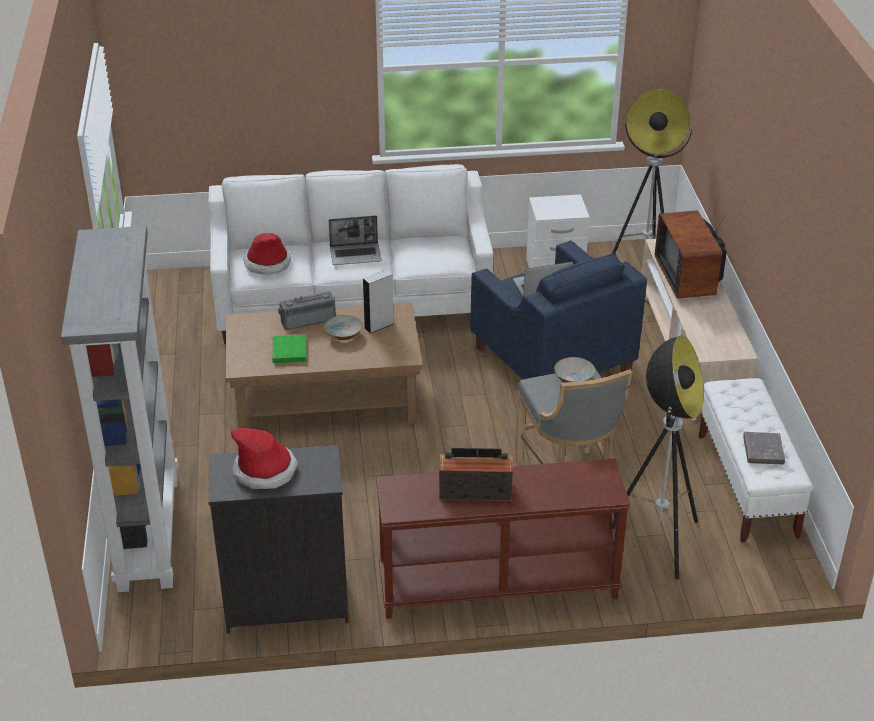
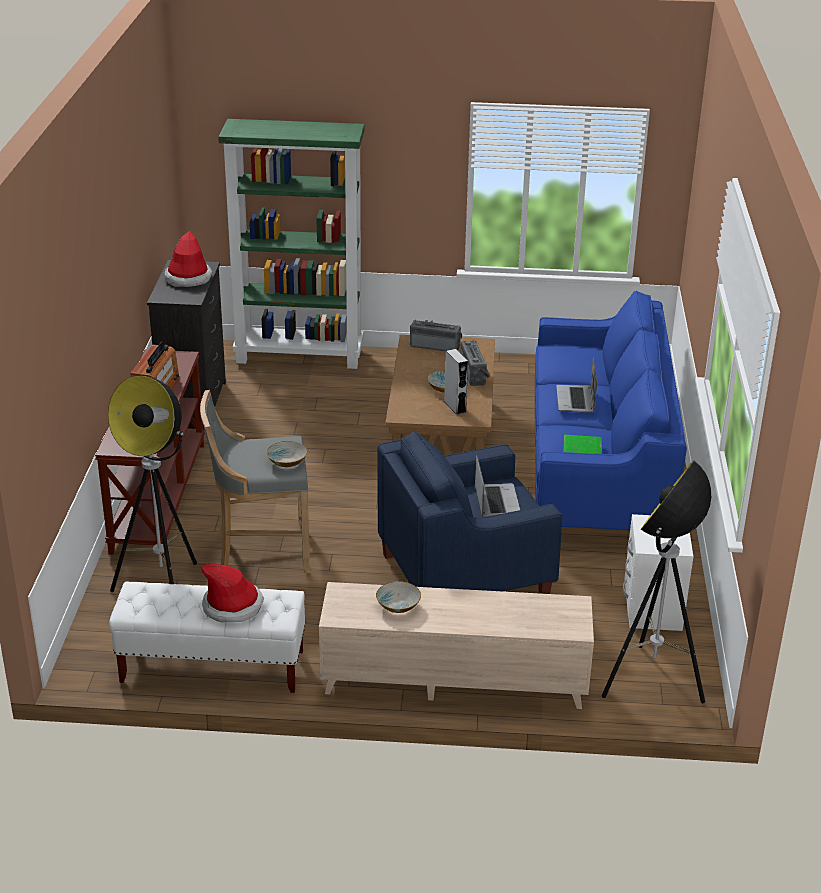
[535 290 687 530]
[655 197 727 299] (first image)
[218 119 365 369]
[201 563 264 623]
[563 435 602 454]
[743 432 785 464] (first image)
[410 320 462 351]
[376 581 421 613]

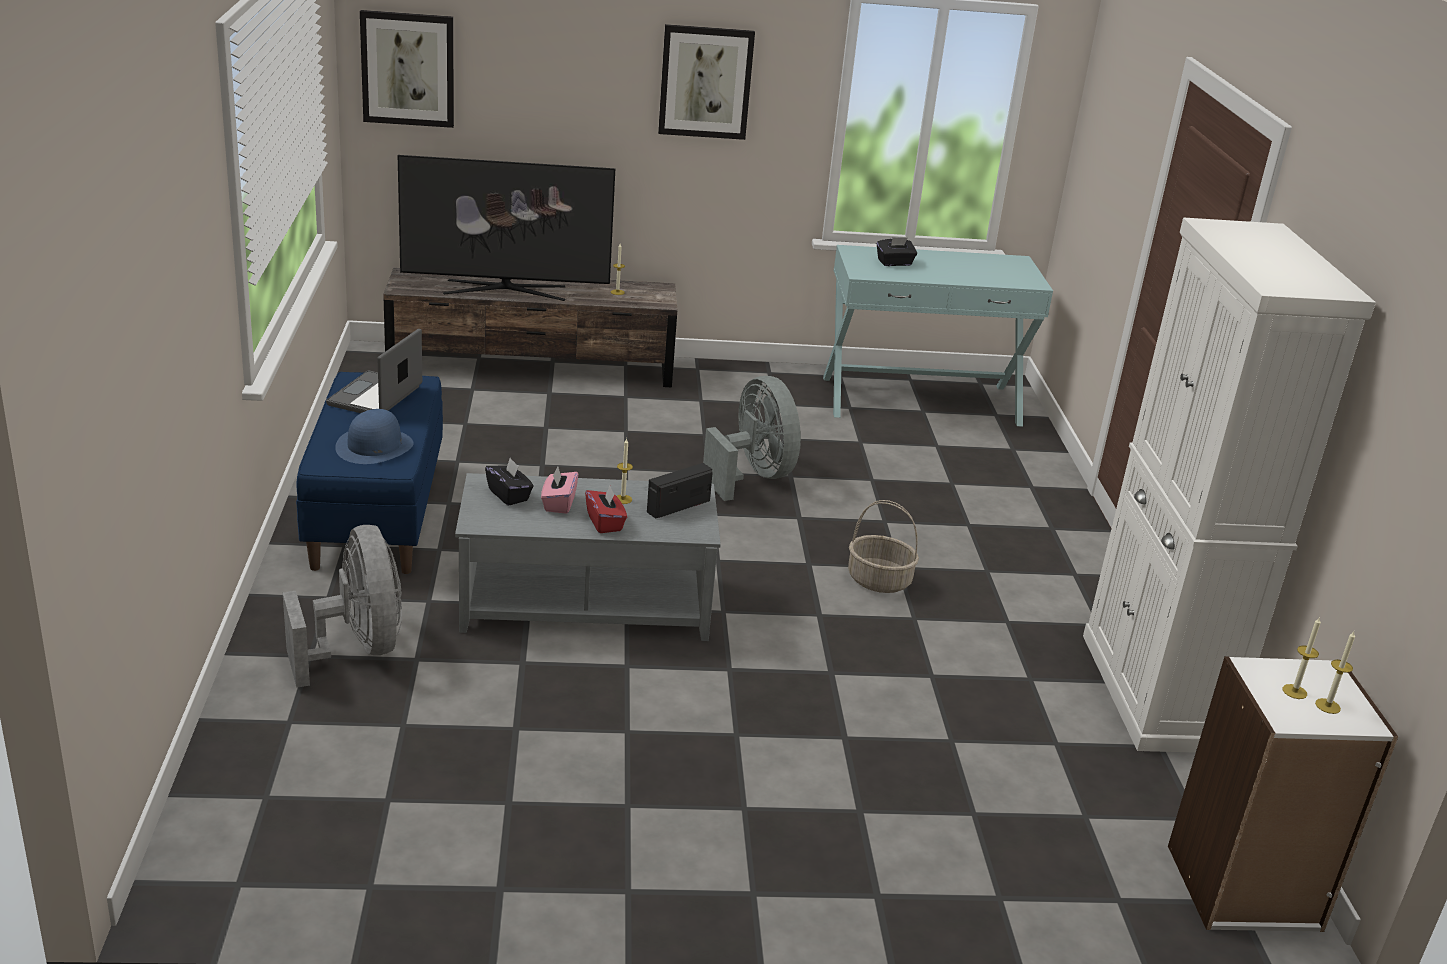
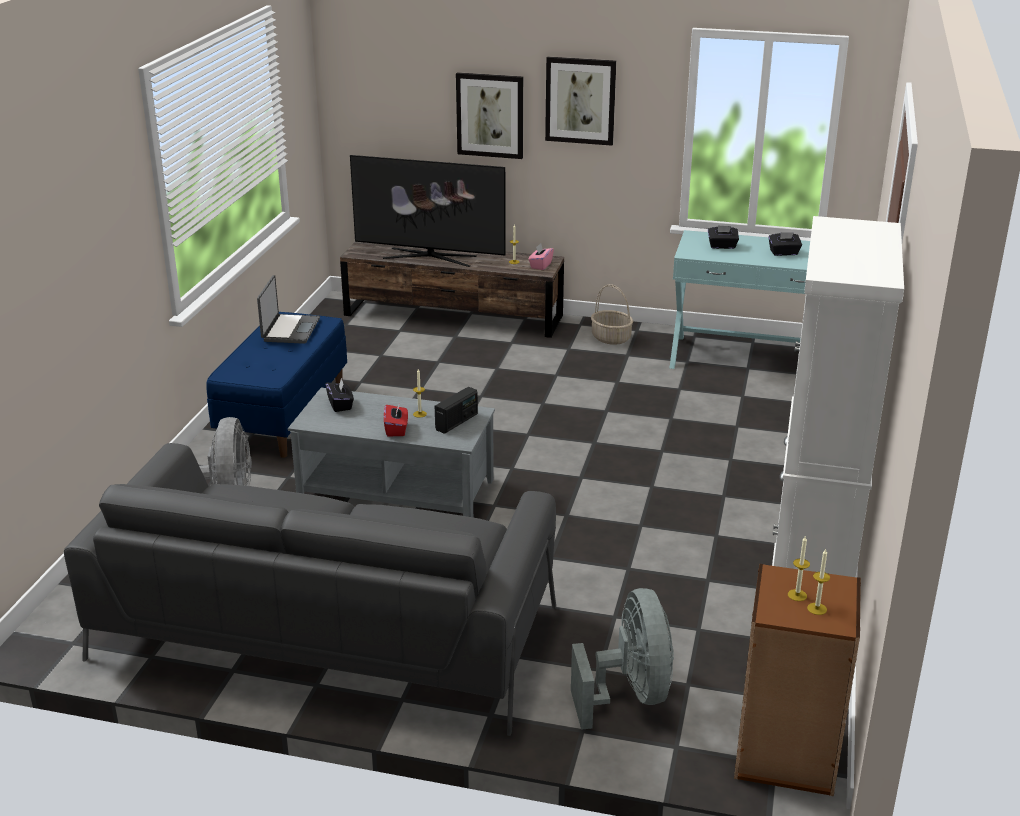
[456 72 523 159]
[257 275 320 344]
[571 588 674 730]
[335 409 414 464] (first image)
[435 387 478 434]
[528 244 554 270]
[591 284 633 345]
[734 564 861 796]
[768 232 802 256]
[64 443 556 736]

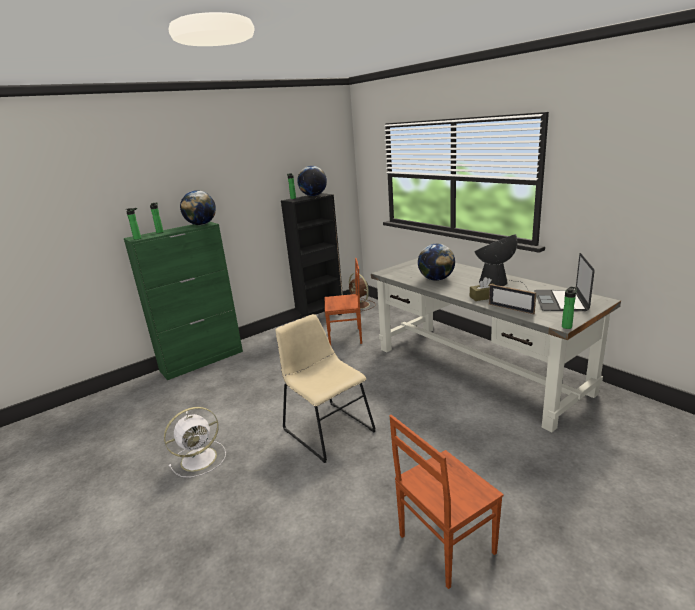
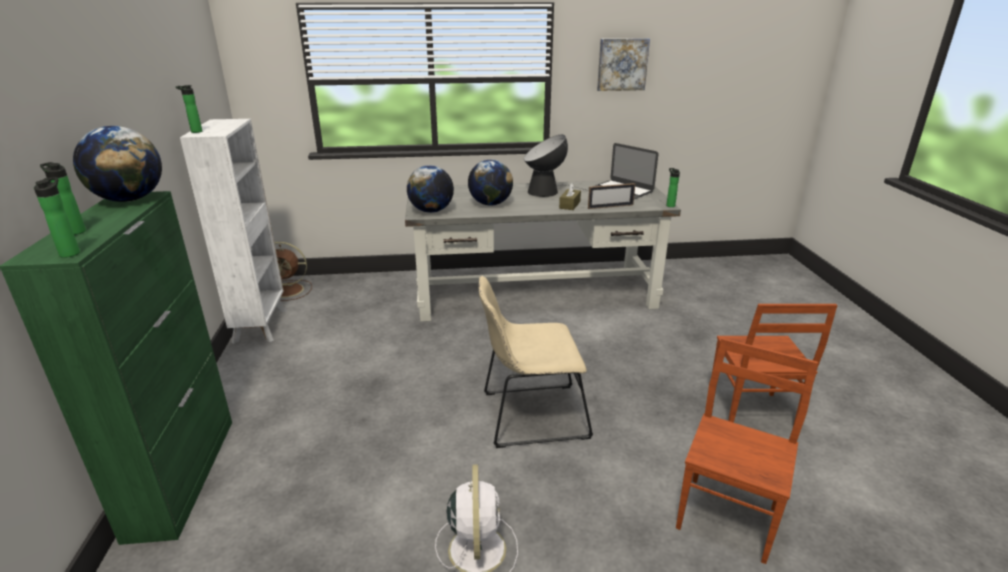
[407 165 454 213]
[180 119 287 344]
[676 338 818 564]
[597 38 650 91]

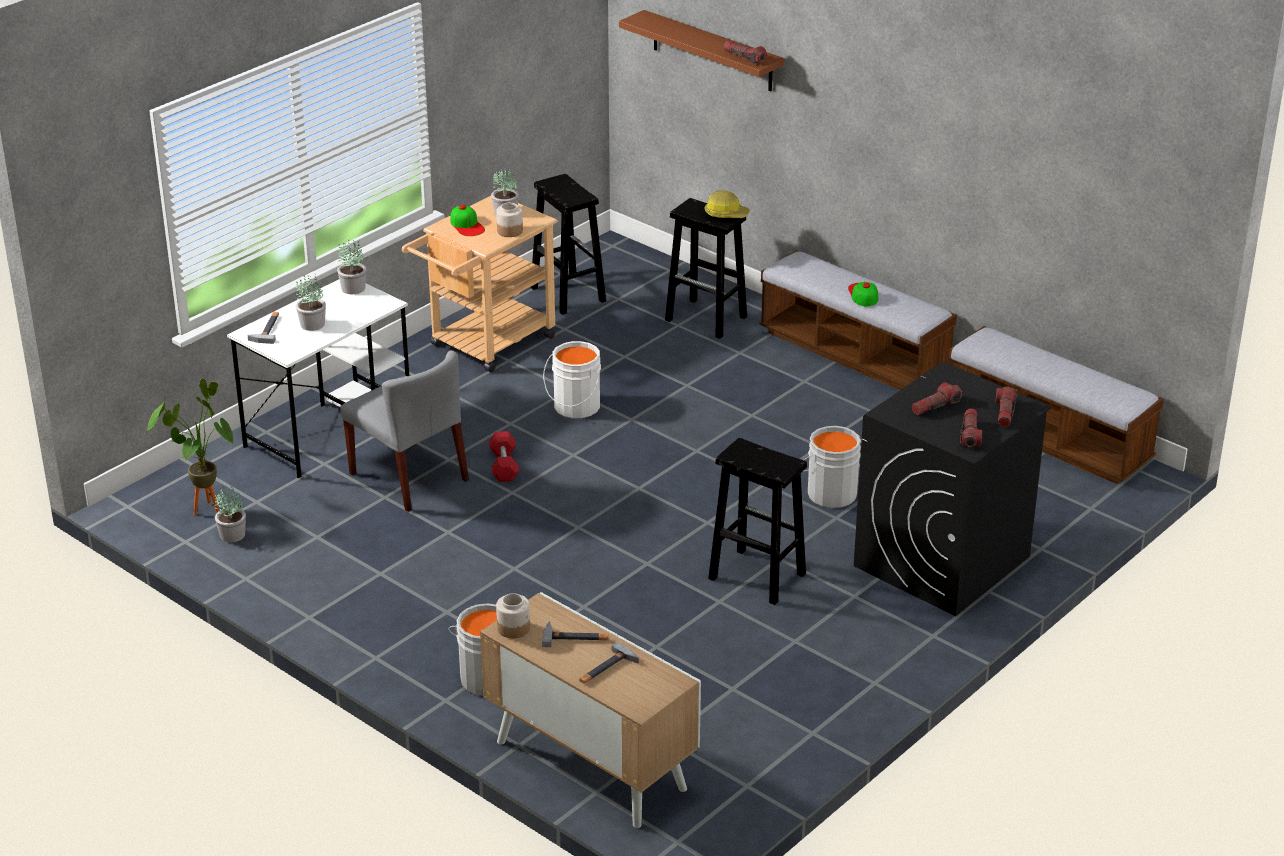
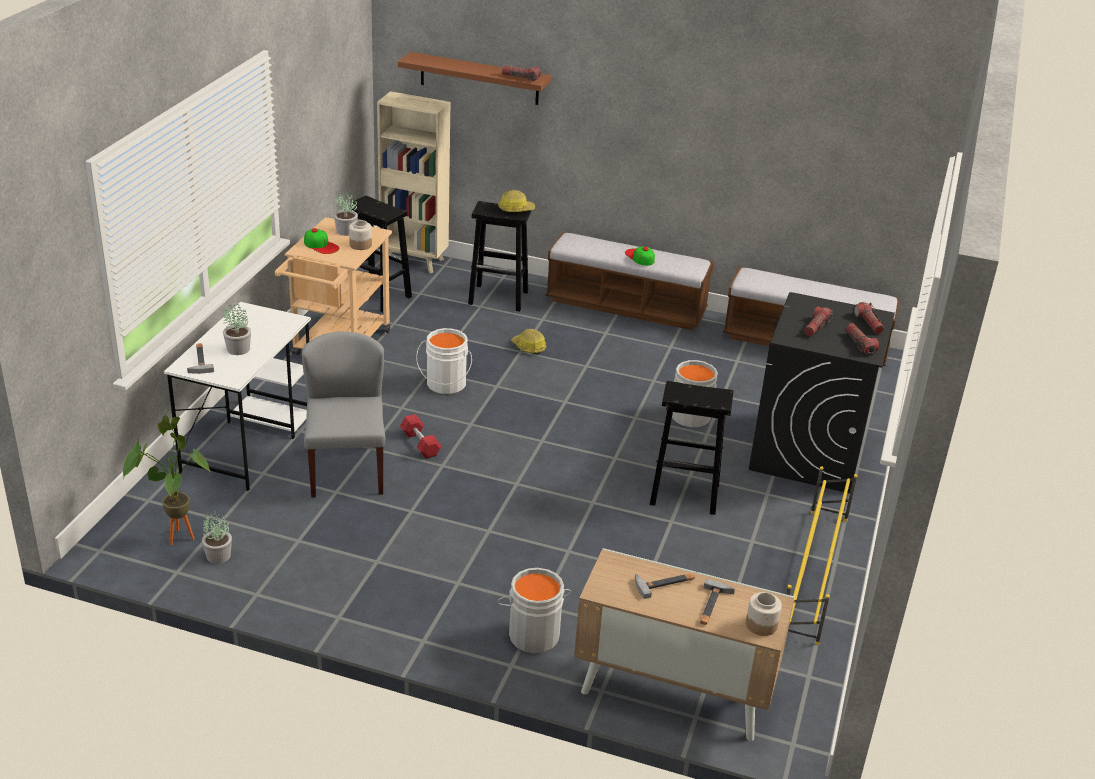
[337 239 367 294] (first image)
[302 332 385 498]
[746 592 782 636]
[377 91 450 273]
[511 329 546 354]
[786 466 858 645]

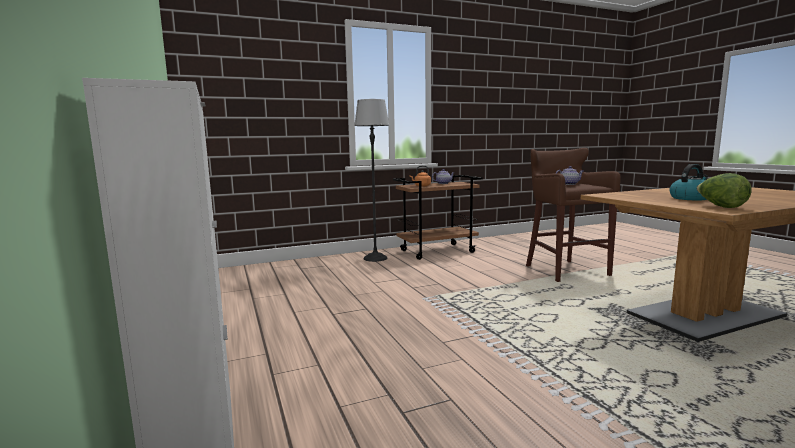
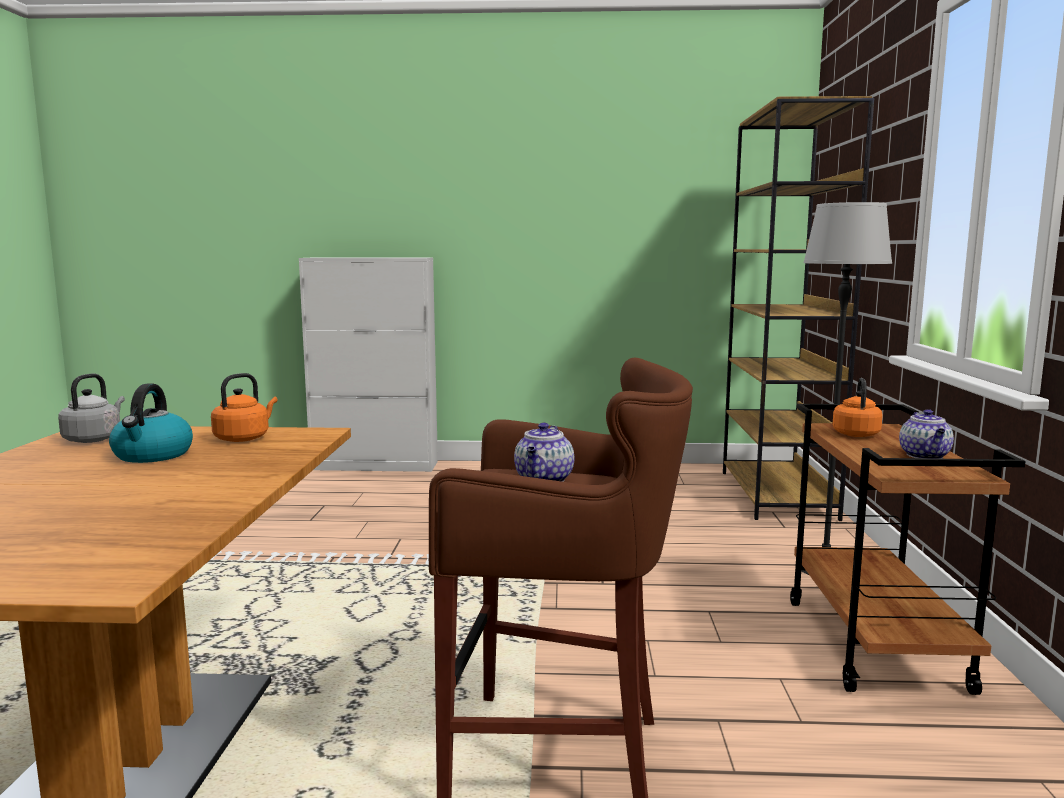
[58 373 125 443]
[723 96 874 521]
[211 373 278 442]

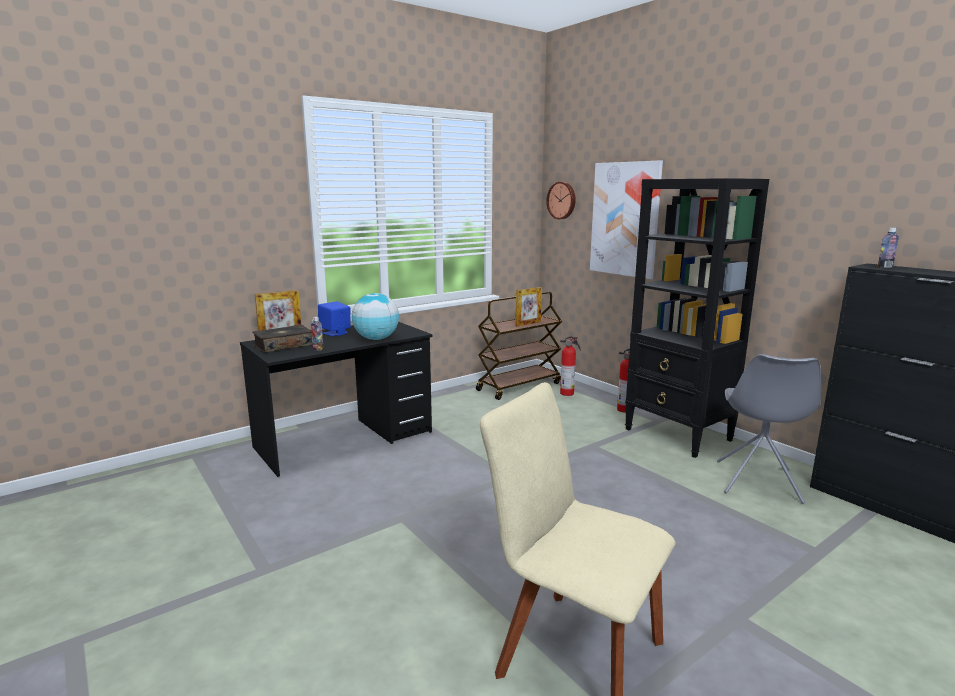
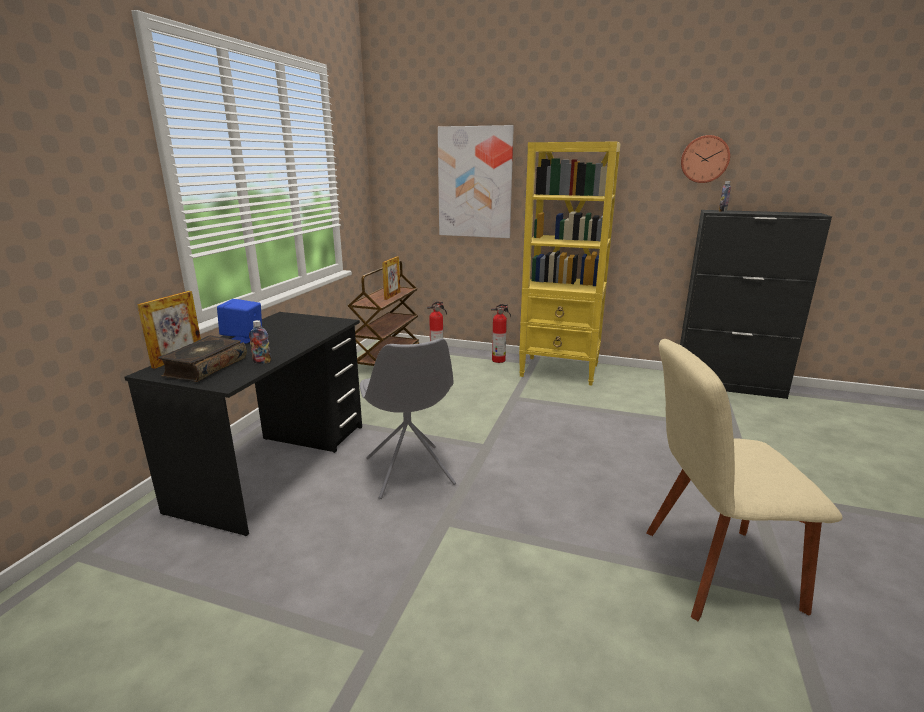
[519 142 621 386]
[681 135 730 183]
[352 293 399 340] (first image)
[360 338 456 499]

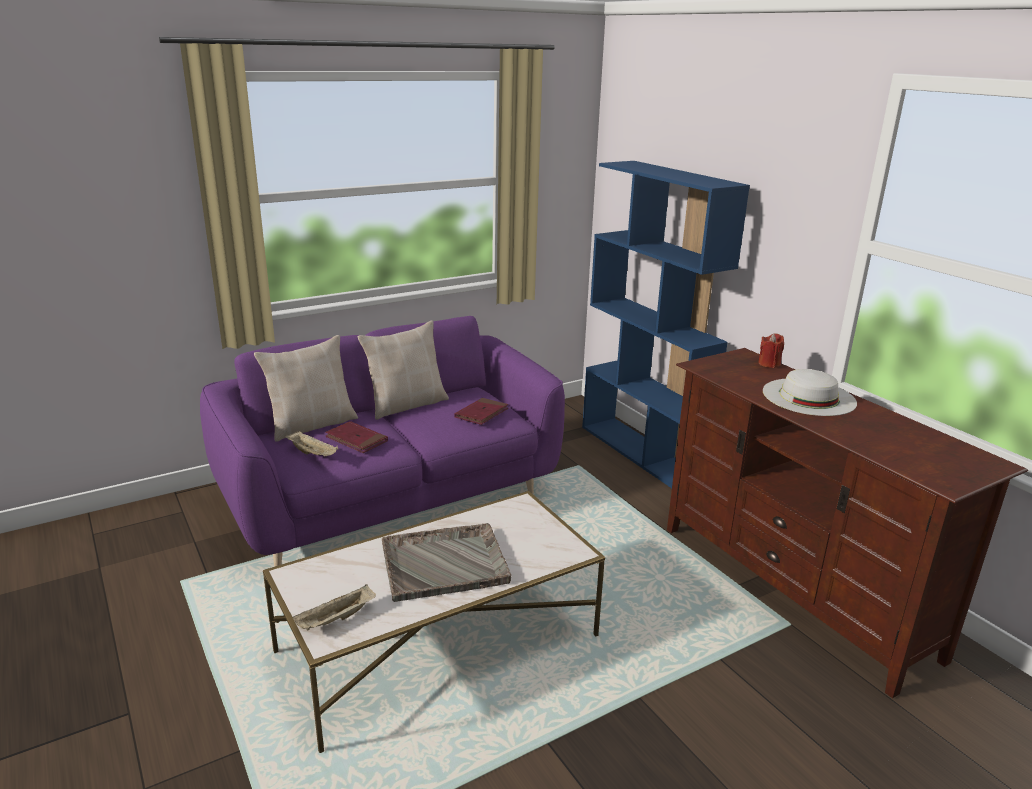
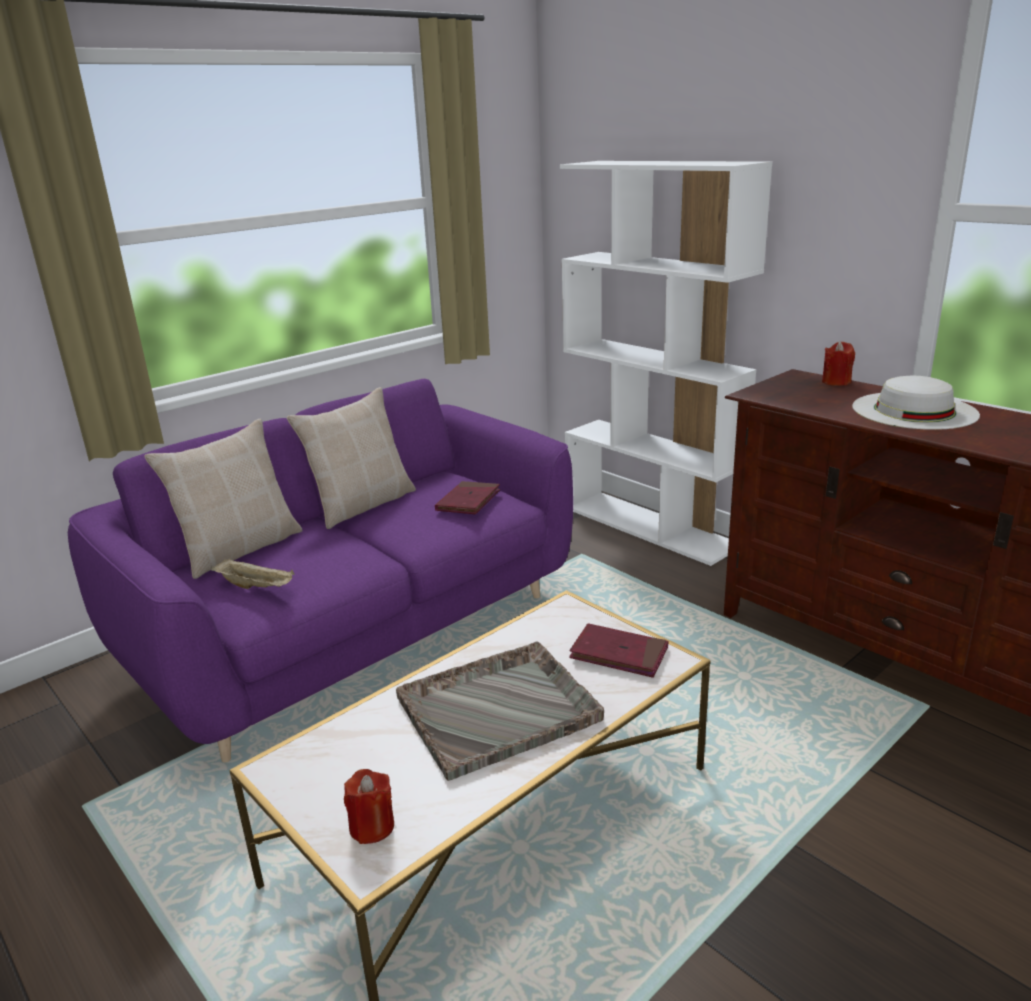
[560 161 772 566]
[569 623 668 678]
[344 769 394 844]

